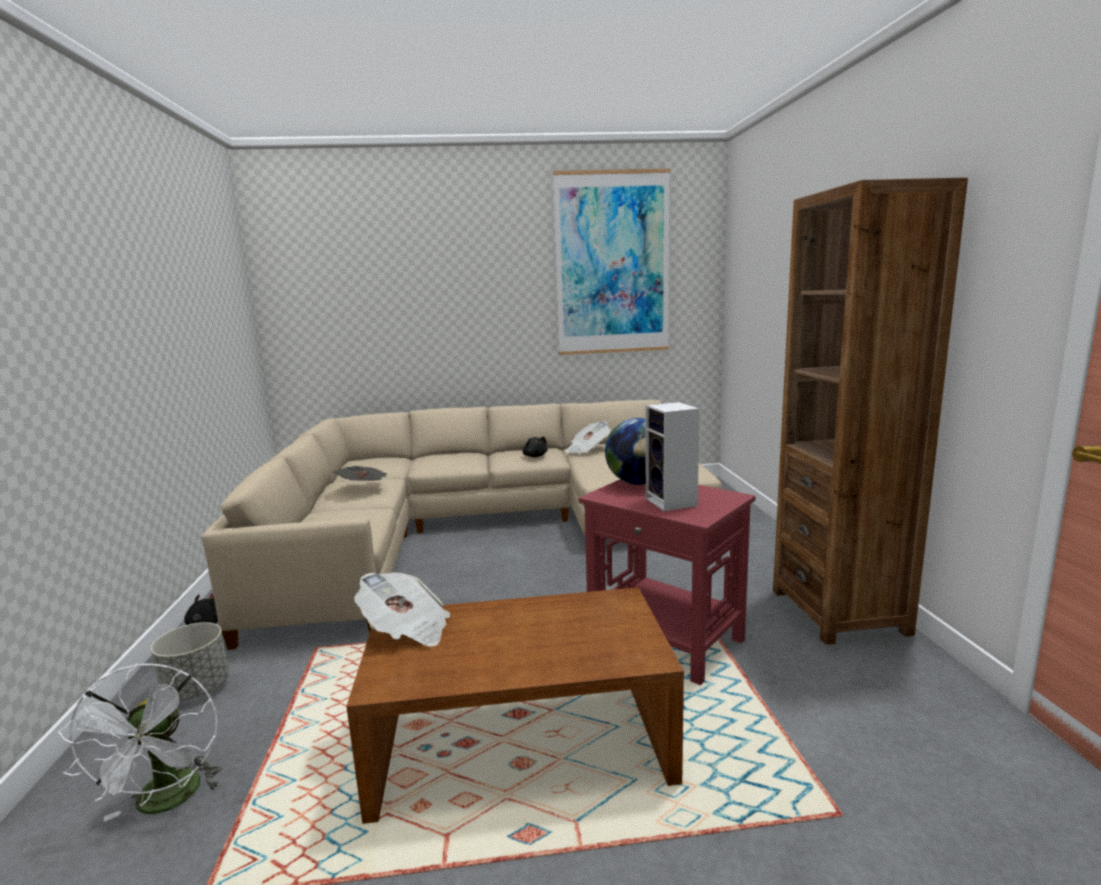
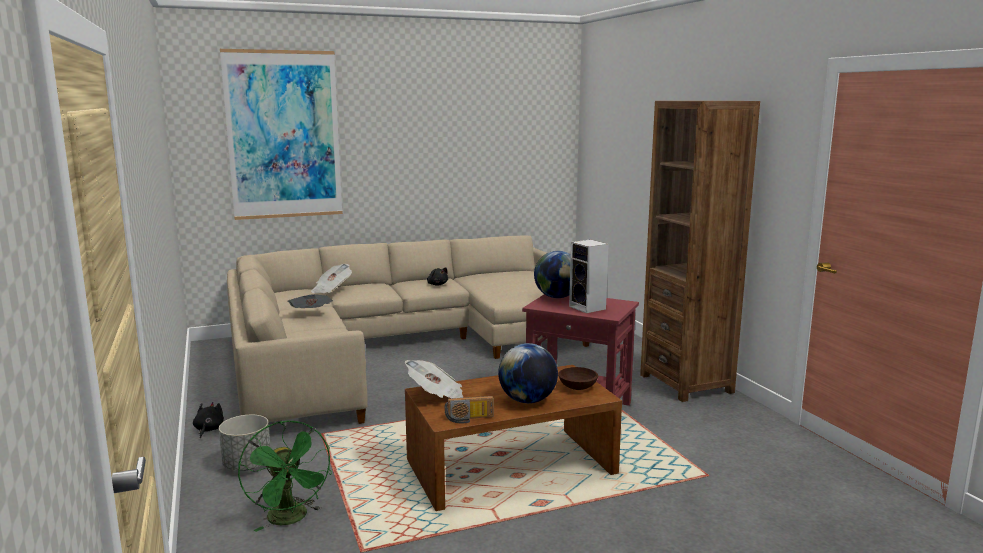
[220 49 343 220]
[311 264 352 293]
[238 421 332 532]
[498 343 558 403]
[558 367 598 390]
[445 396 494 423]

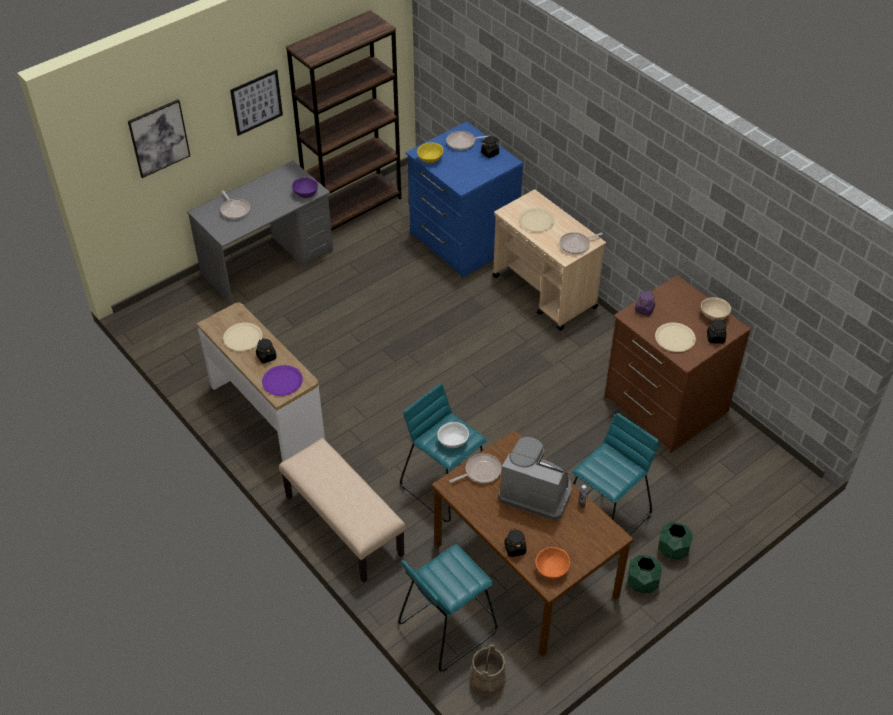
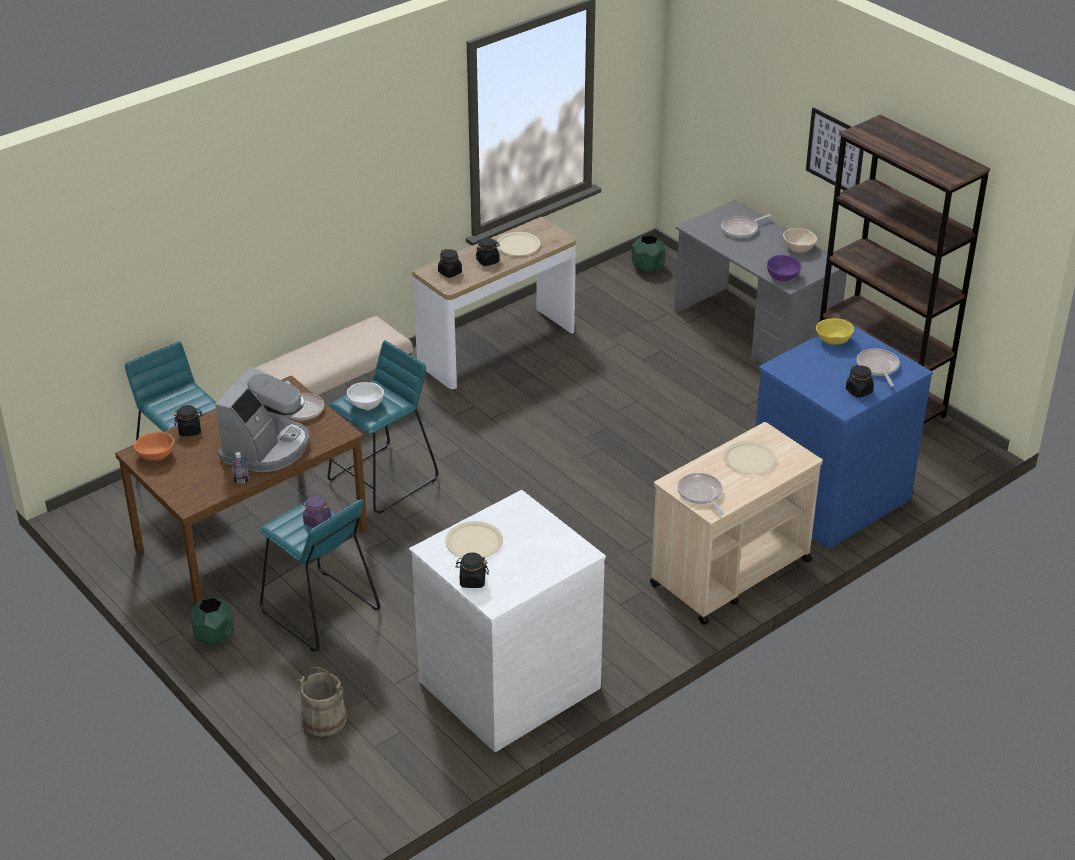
[128 99 190 178] (first image)
[409 490 606 752]
[302 495 331 528]
[783 228 817 253]
[438 249 462 278]
[632 235 665 273]
[298 667 347 737]

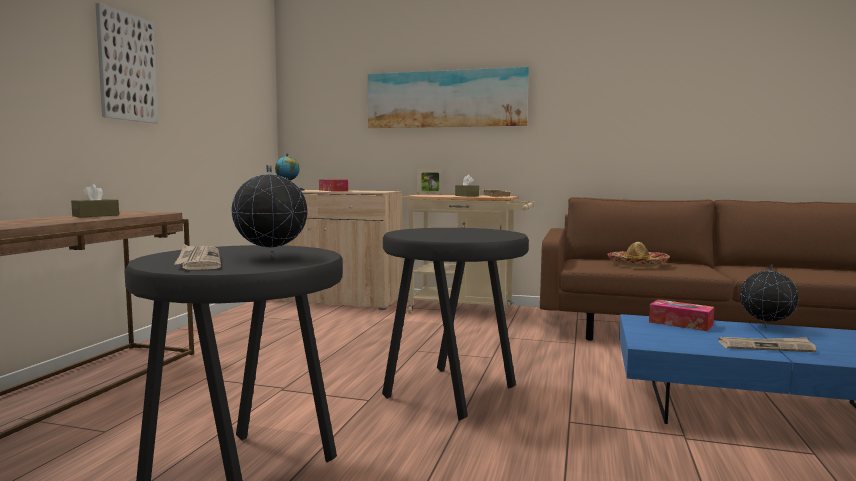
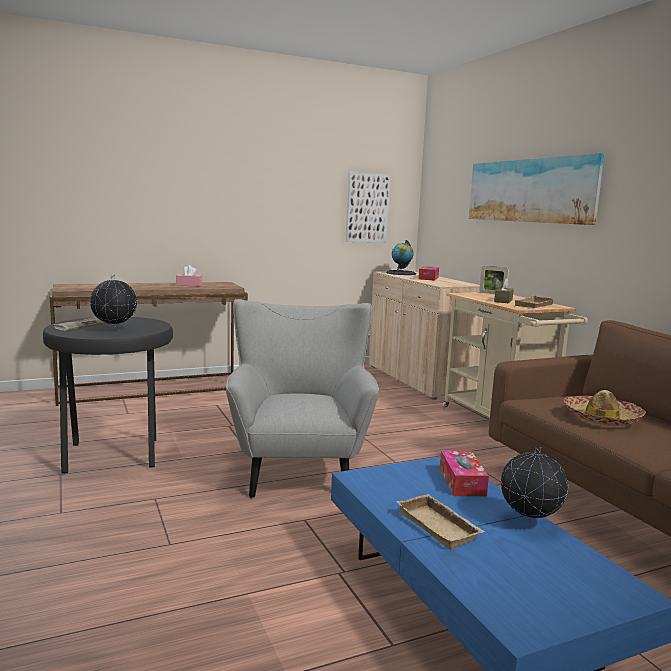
[346 172 390 243]
[176 265 202 287]
[226 299 379 498]
[396 494 485 550]

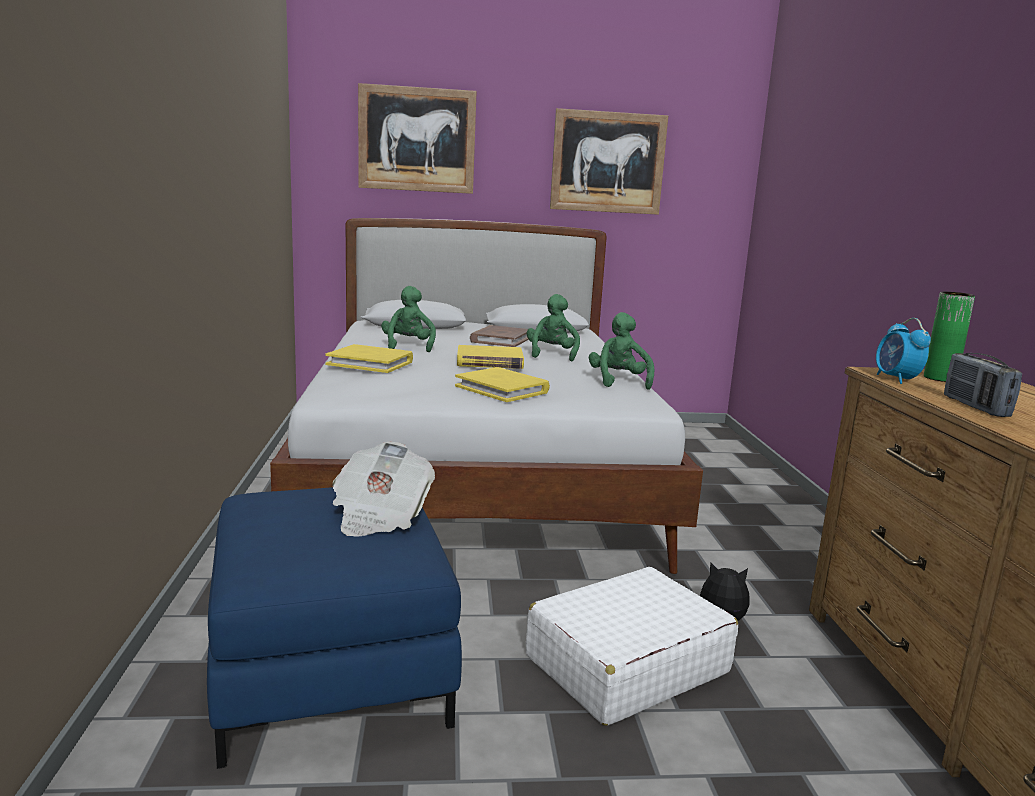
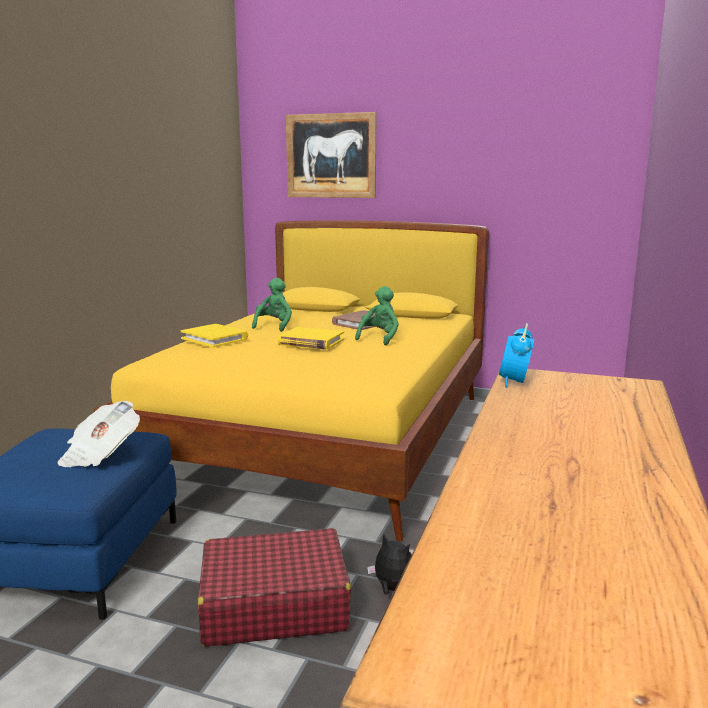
[550 108 668 215] (first image)
[94 220 489 541]
[924 292 975 382] (first image)
[589 312 655 390] (first image)
[944 353 1022 417] (first image)
[455 367 550 402] (first image)
[198 528 351 646]

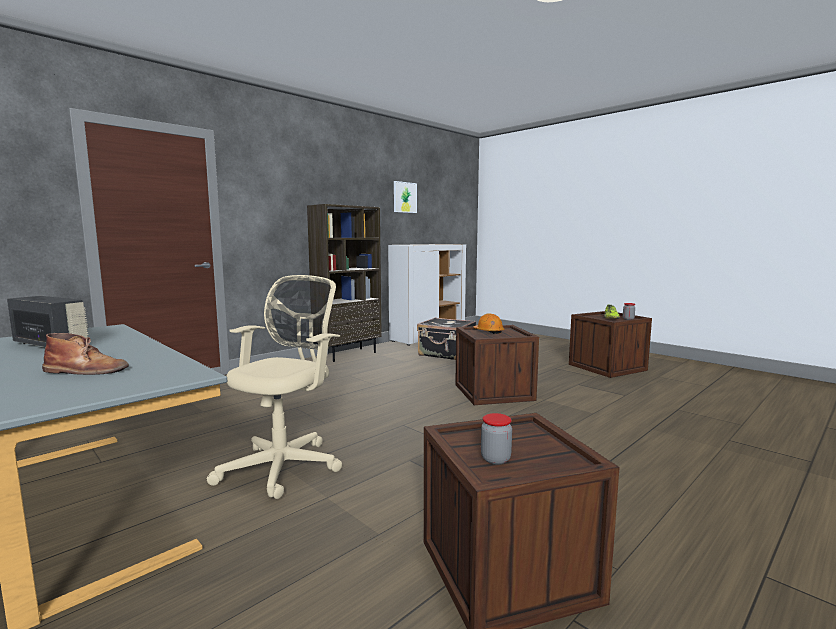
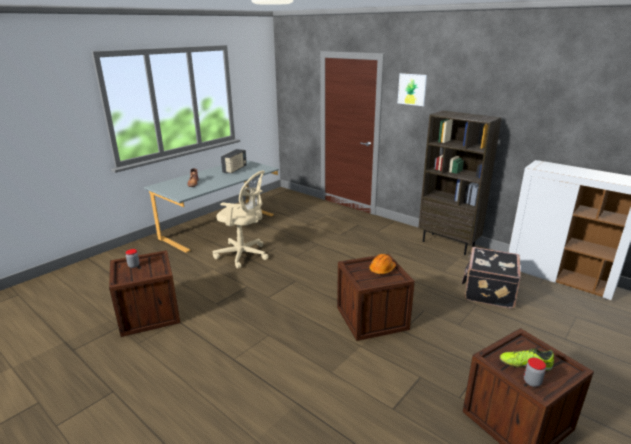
[398 73 427 106]

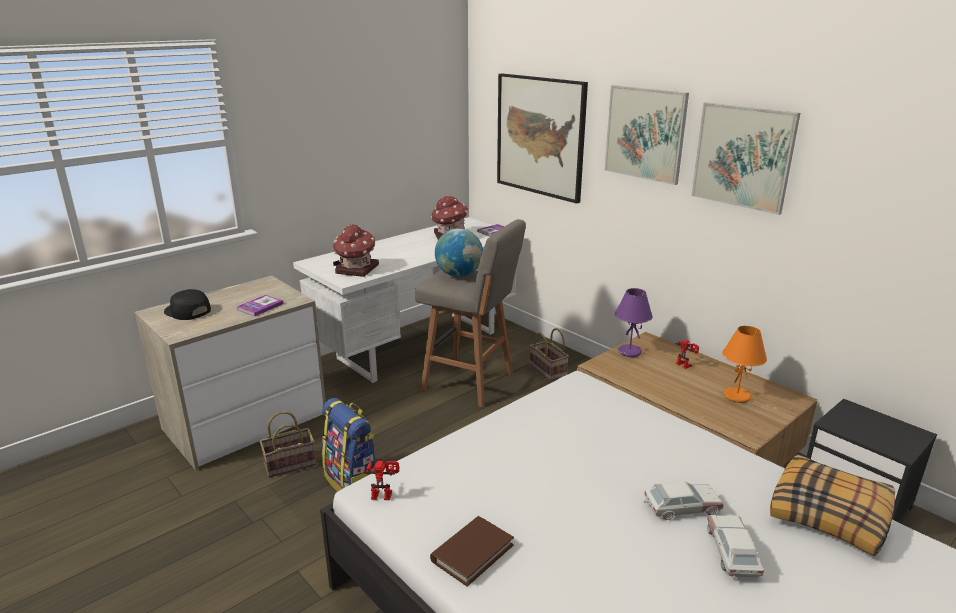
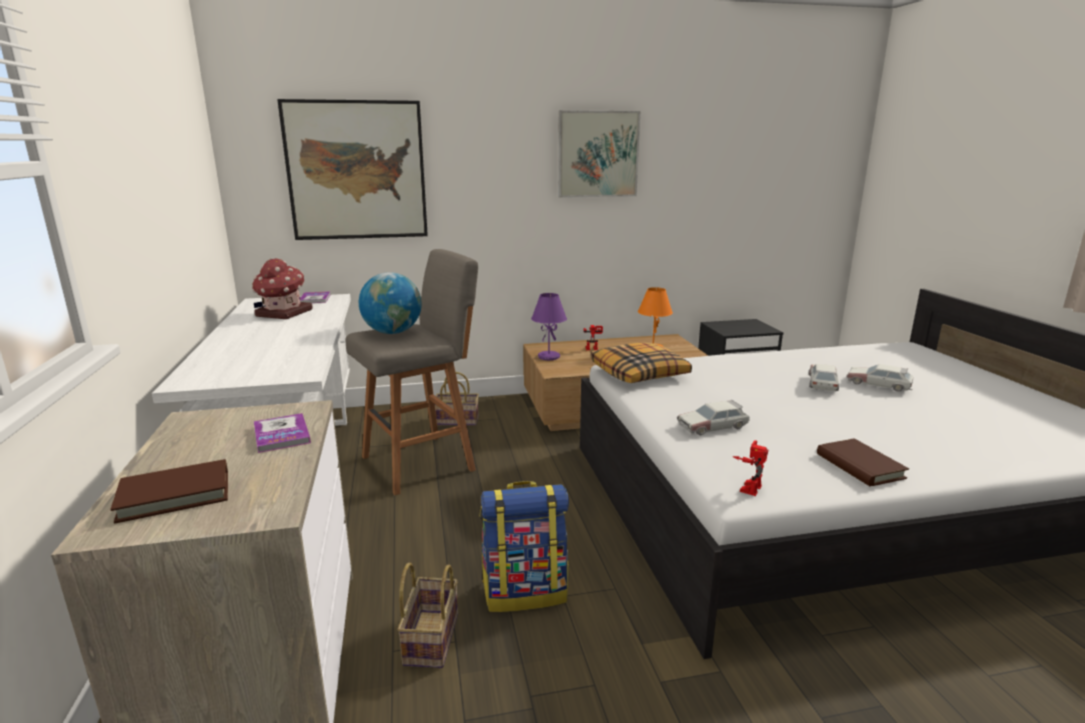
[605 85 689 185] (first image)
[333 224 379 277] (first image)
[110 459 228 524]
[591 343 692 383]
[677 400 749 435]

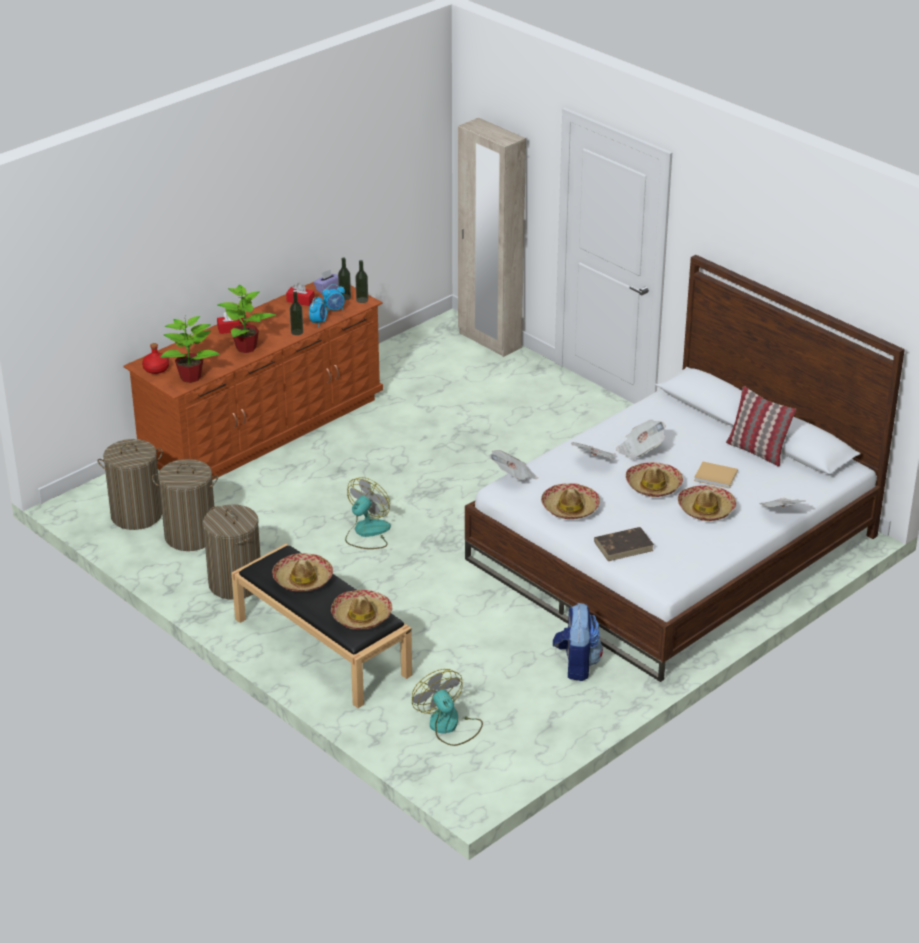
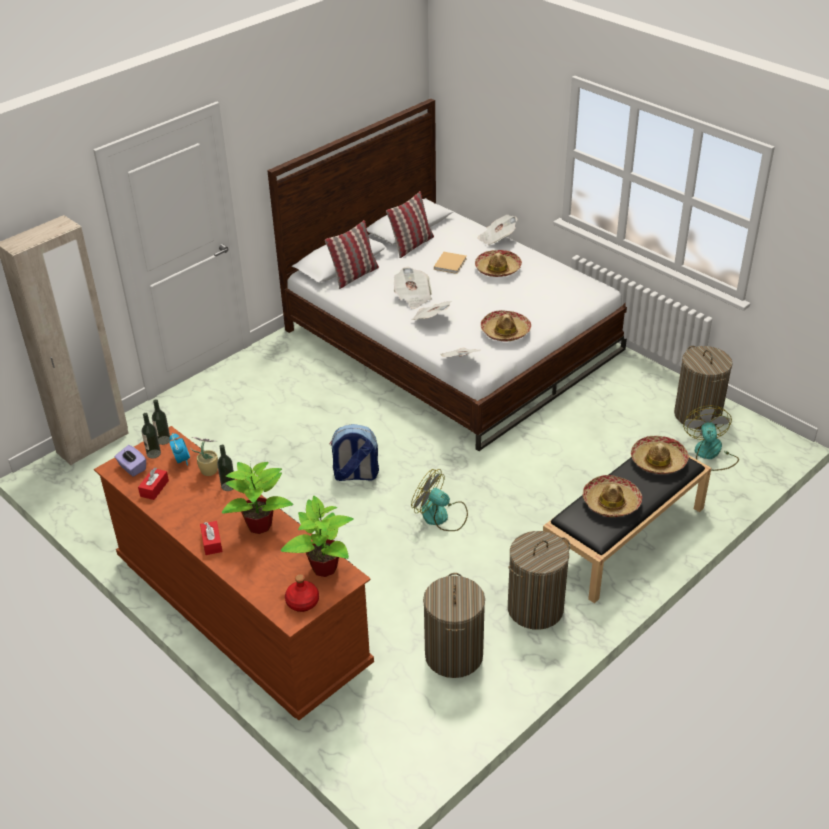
[191 437 218 476]
[674 346 733 429]
[626 462 683 497] (first image)
[594 527 654 561] (first image)
[330 424 379 481]
[683 406 739 471]
[325 220 379 289]

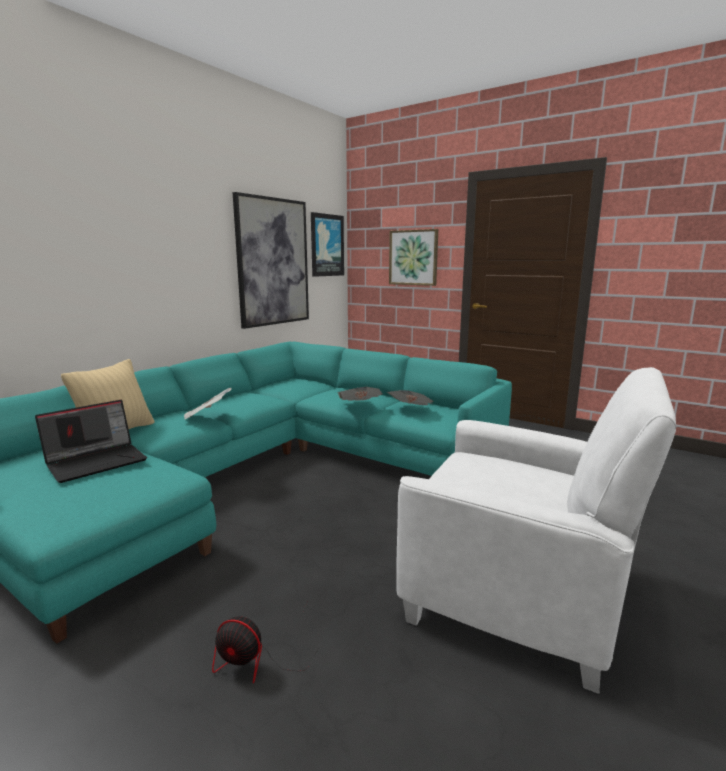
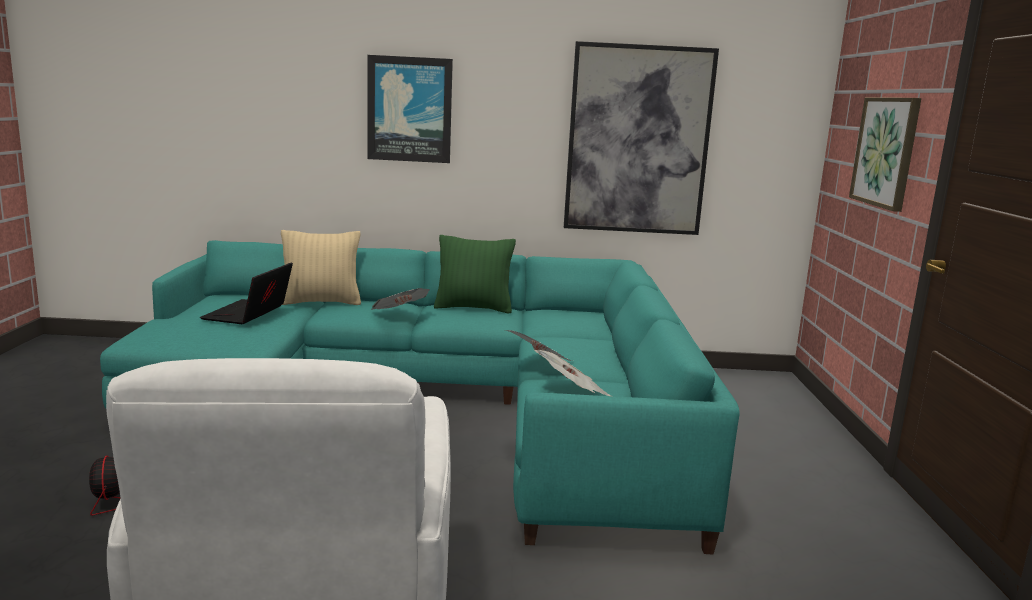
[367 55 453 163]
[200 262 293 324]
[434 235 516 313]

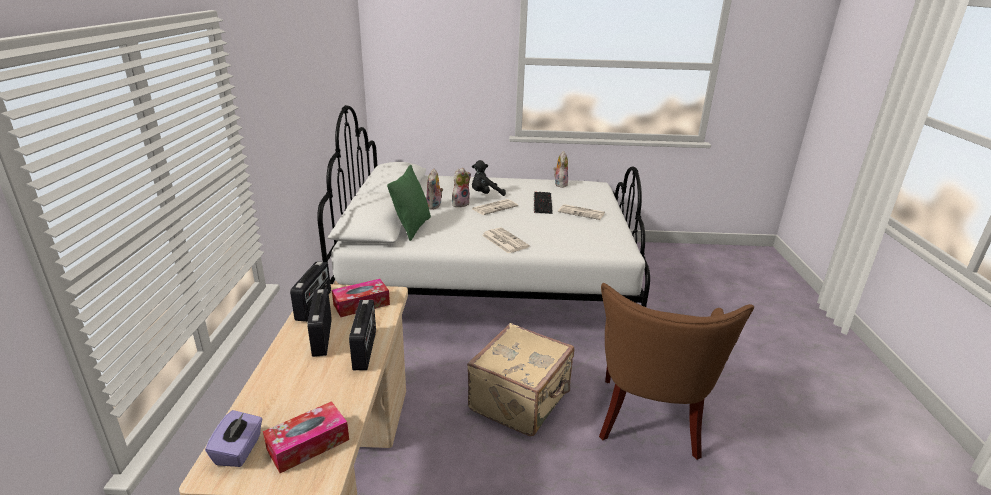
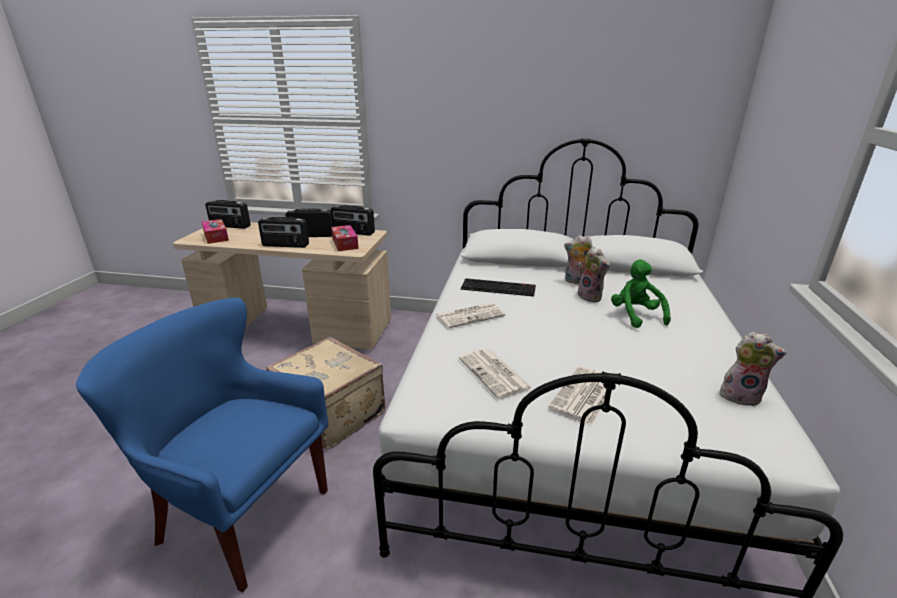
[611 260 671 328]
[387 165 431 241] (first image)
[461 278 536 297]
[459 349 533 399]
[76 298 329 592]
[205 200 251 229]

